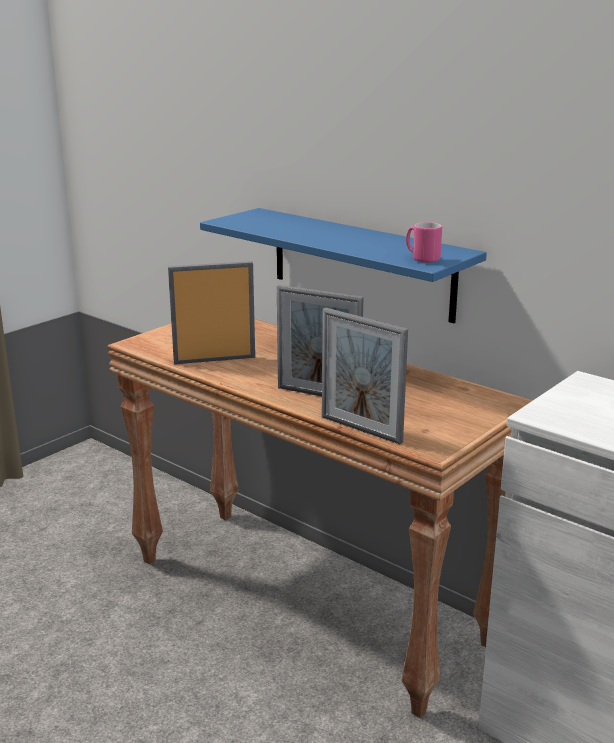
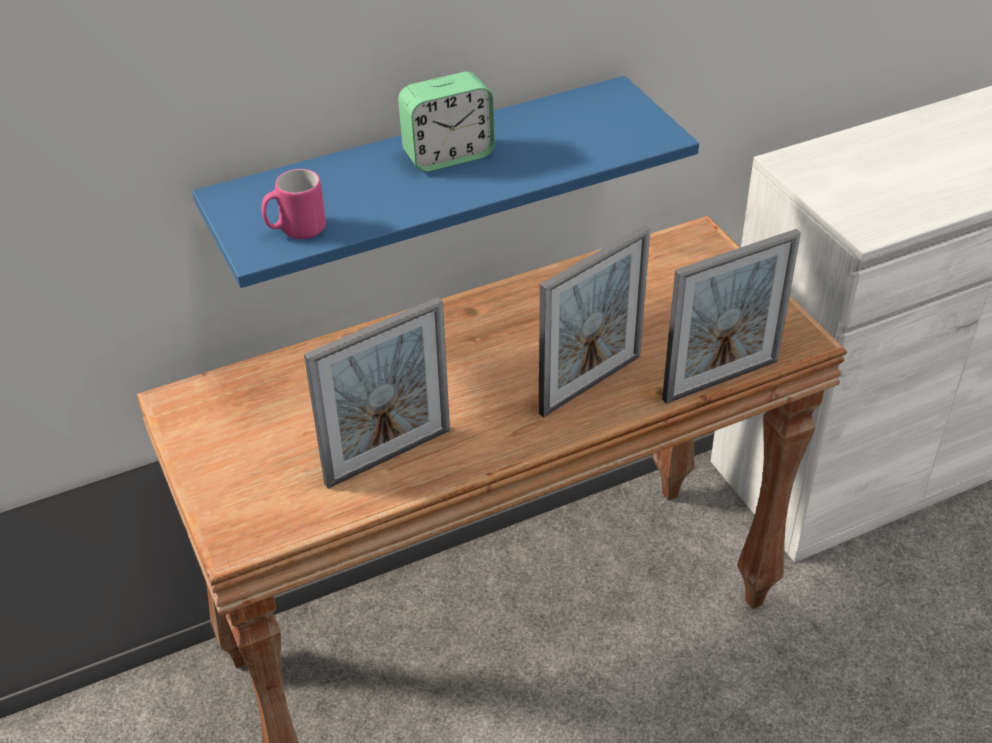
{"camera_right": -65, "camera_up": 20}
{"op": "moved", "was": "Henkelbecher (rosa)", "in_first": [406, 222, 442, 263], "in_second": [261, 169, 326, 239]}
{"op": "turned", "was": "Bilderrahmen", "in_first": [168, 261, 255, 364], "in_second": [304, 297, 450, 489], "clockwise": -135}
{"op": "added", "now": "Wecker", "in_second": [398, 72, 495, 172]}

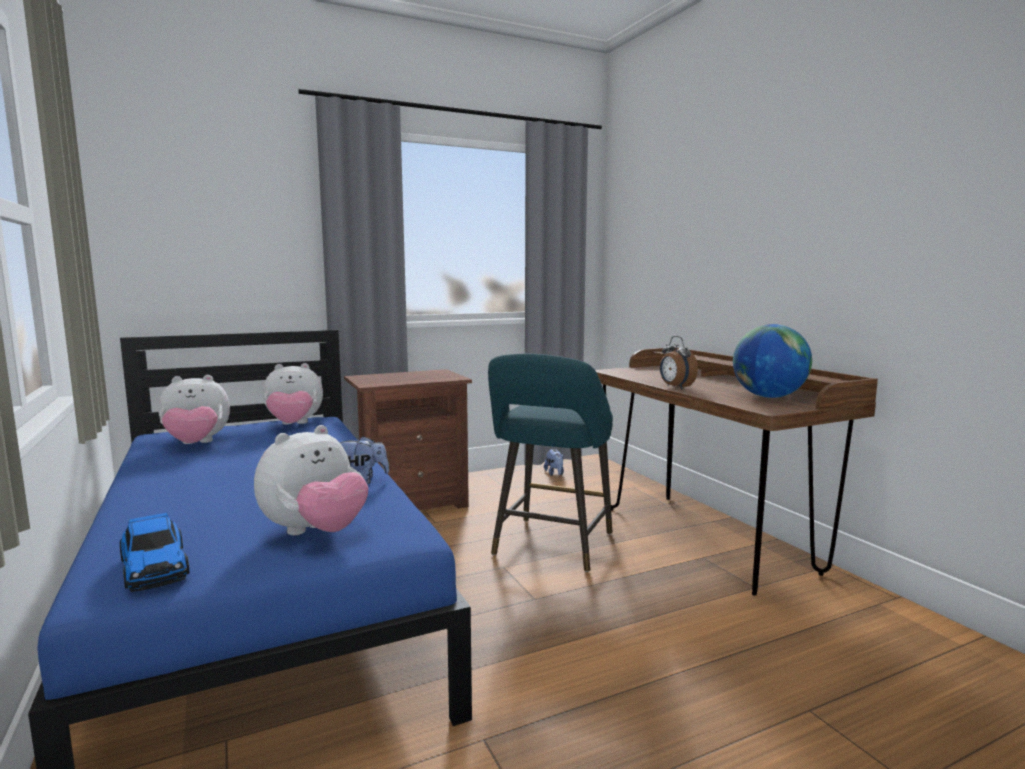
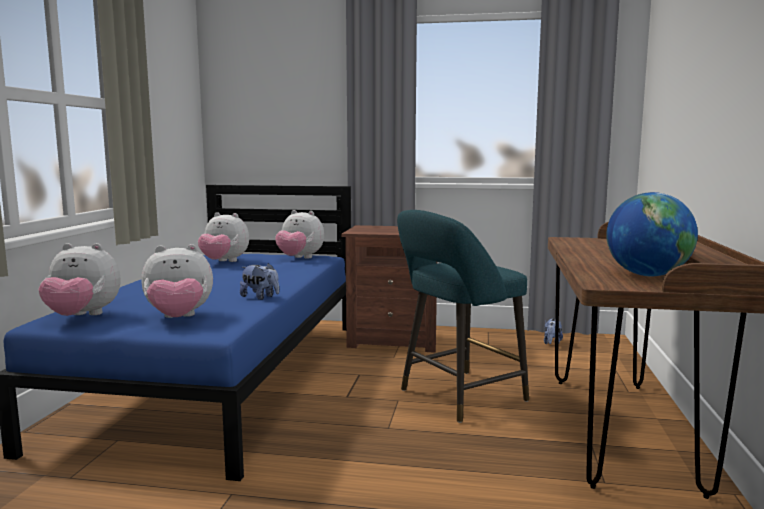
{"camera_right": 35, "camera_up": 0}
{"op": "replaced", "was": "Spielzeugauto", "now": "Plüschtier", "in_first": [120, 513, 190, 592], "in_second": [38, 243, 121, 316]}
{"op": "removed", "was": "Wecker", "in_first": [660, 336, 698, 389]}

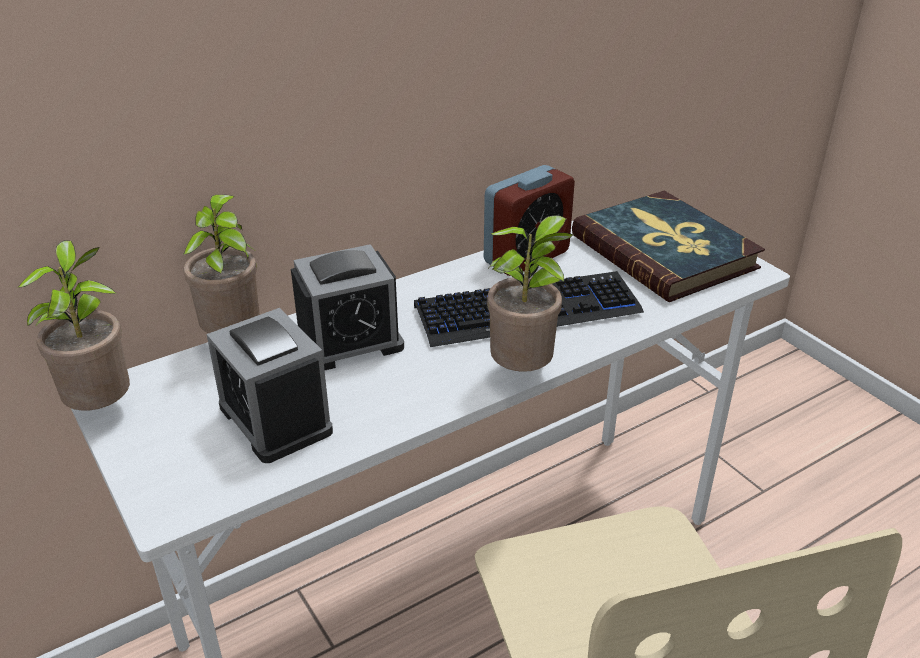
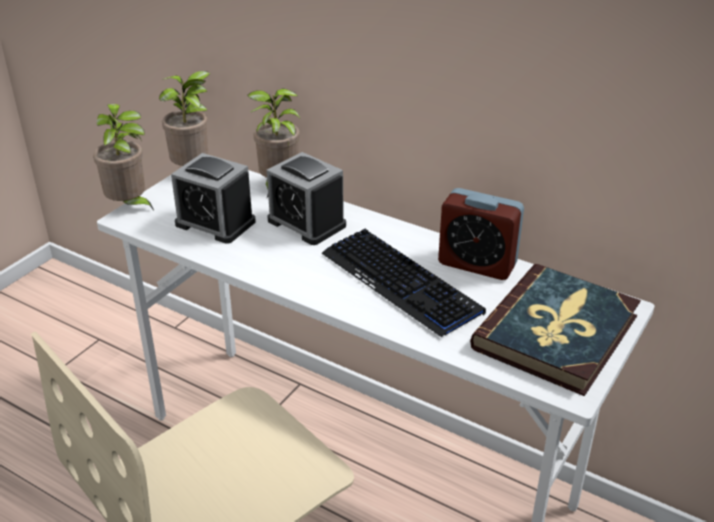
{"camera_right": 65, "camera_up": 0}
{"op": "moved", "was": "Topfpflanze", "in_first": [487, 215, 574, 372], "in_second": [93, 104, 154, 210]}
{"op": "turned", "was": "Wecker", "in_first": [207, 308, 333, 463], "in_second": [171, 153, 256, 244], "clockwise": -90}

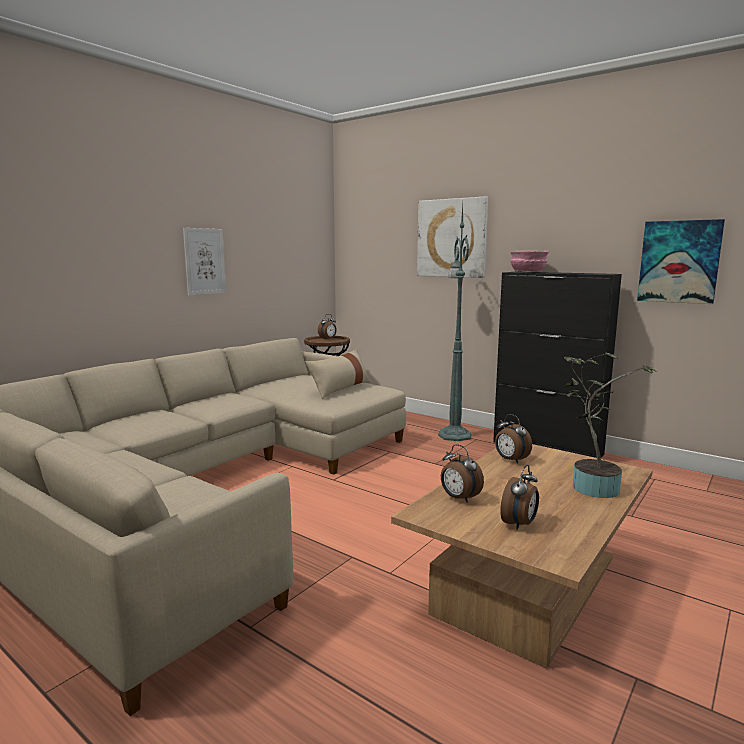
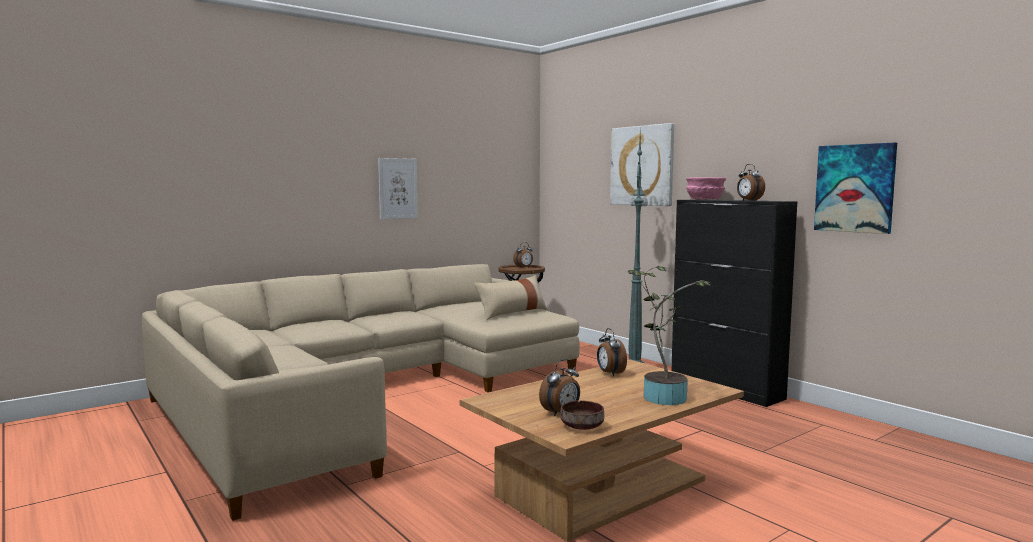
{"camera_right": 15, "camera_up": -5}
{"op": "added", "now": "Schüssel (braun)", "in_second": [560, 400, 604, 430]}
{"op": "moved", "was": "Wecker", "in_first": [441, 444, 484, 503], "in_second": [737, 164, 765, 201]}

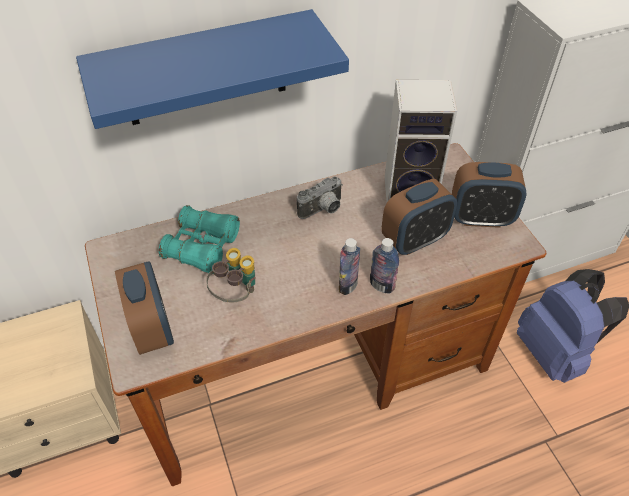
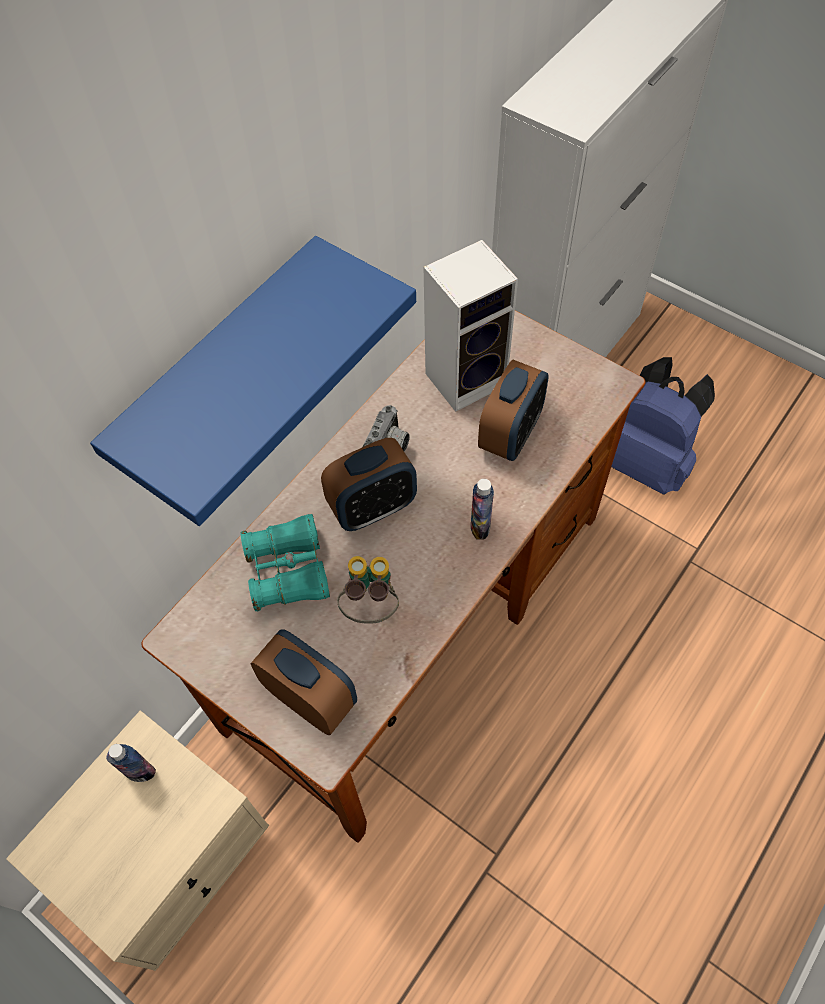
{"camera_right": -30, "camera_up": 10}
{"op": "moved", "was": "Flasche", "in_first": [370, 238, 399, 294], "in_second": [106, 744, 156, 782]}
{"op": "moved", "was": "Wecker", "in_first": [452, 162, 527, 228], "in_second": [321, 438, 417, 531]}

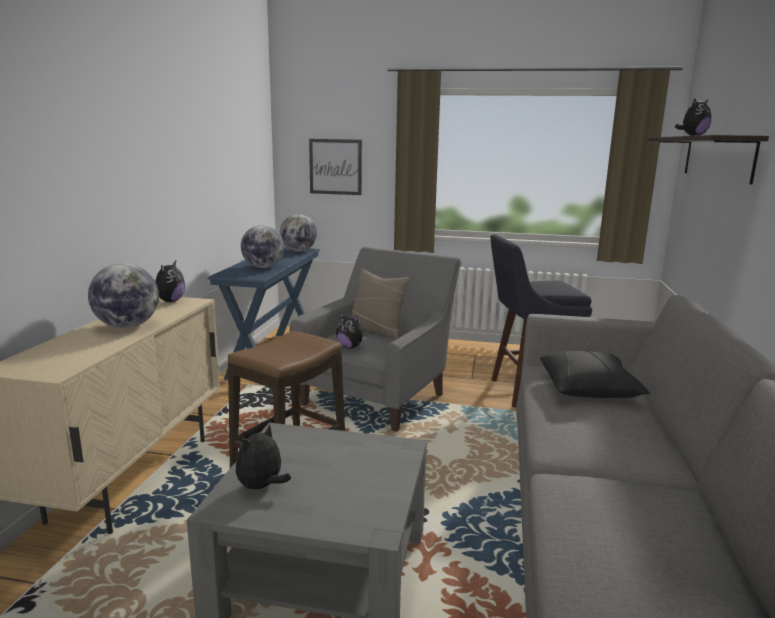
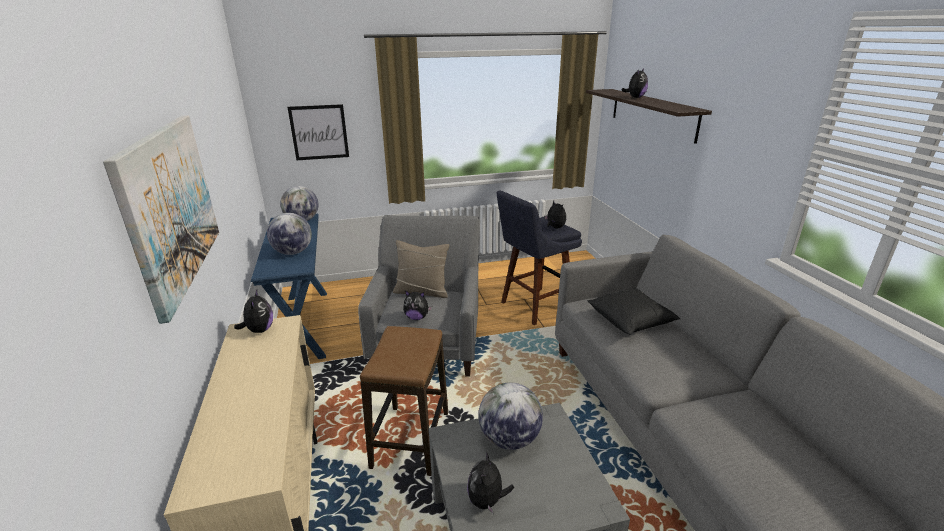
{"camera_right": -25, "camera_up": 10}
{"op": "added", "now": "Bild", "in_second": [103, 115, 219, 324]}
{"op": "moved", "was": "Globus", "in_first": [88, 263, 159, 328], "in_second": [478, 382, 543, 450]}
{"op": "added", "now": "Plüschtier", "in_second": [544, 201, 566, 228]}

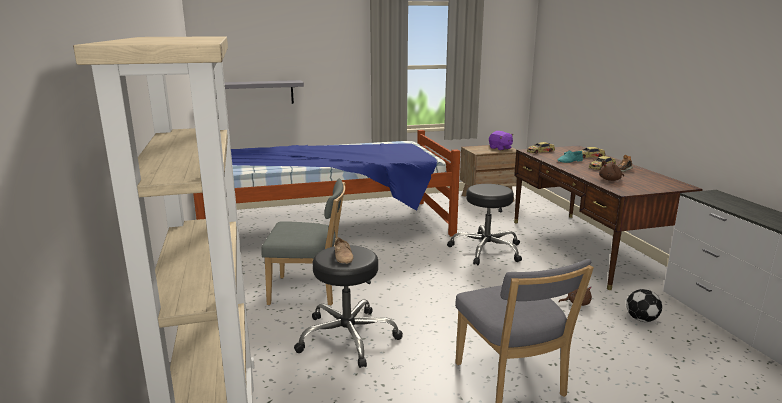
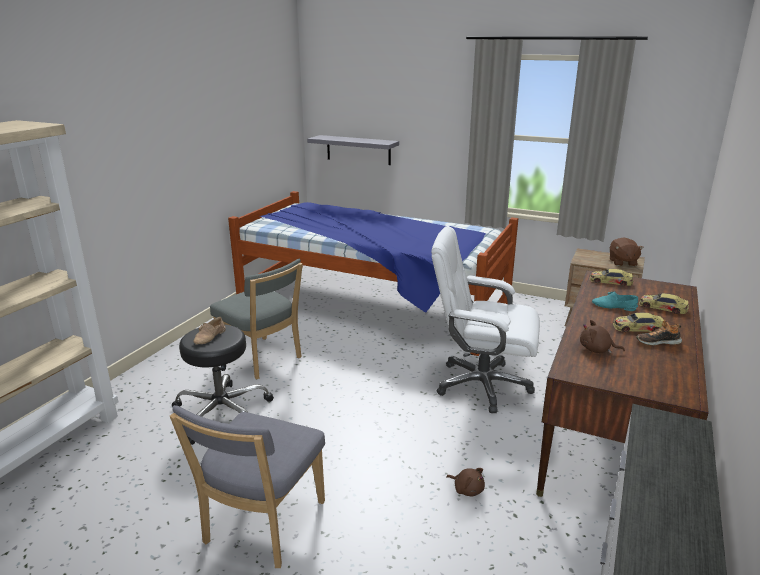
{"camera_right": 40, "camera_up": 5}
{"op": "replaced", "was": "Hocker (schwarz)", "now": "Bürostuhl (weiß)", "in_first": [447, 184, 522, 265], "in_second": [431, 226, 540, 413]}
{"op": "recoloured", "was": "Plüschtier (lila)", "now": "Plüschtier (braun)", "in_first": [489, 131, 513, 151], "in_second": [610, 238, 644, 266]}
{"op": "removed", "was": "Fußball", "in_first": [626, 289, 662, 322]}

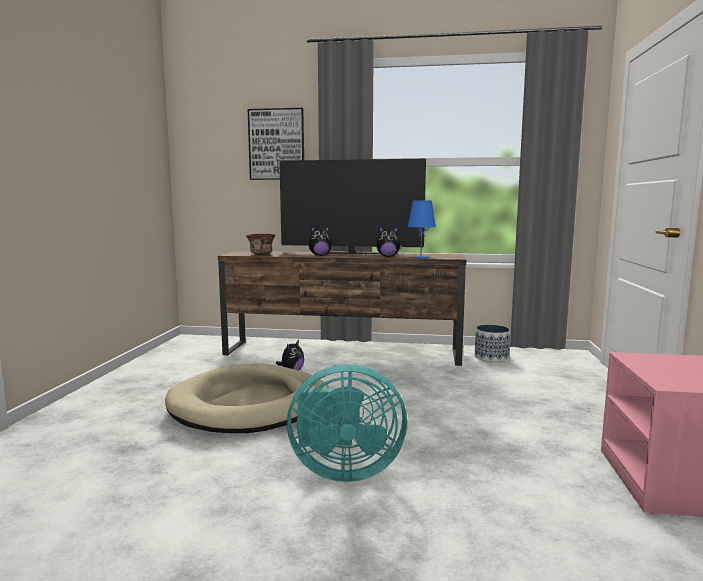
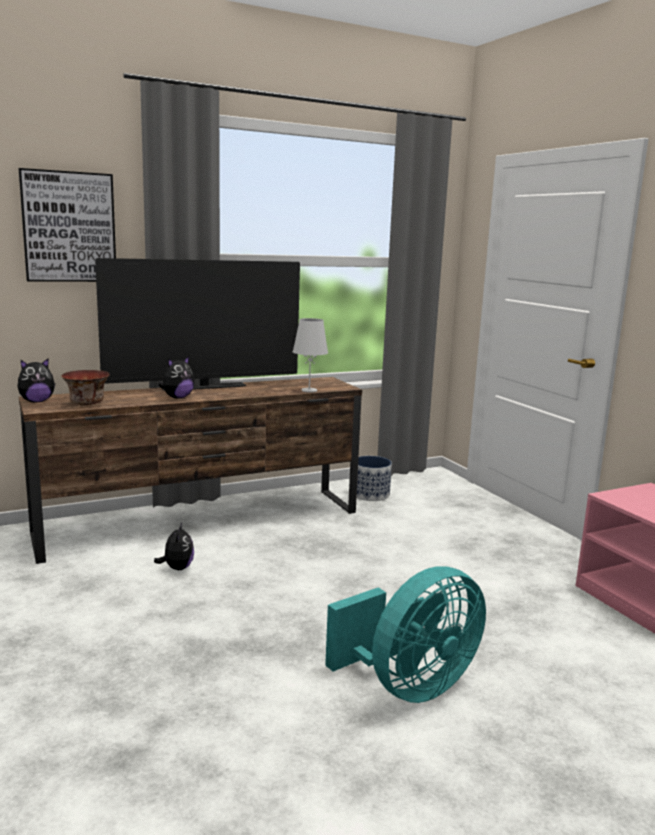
{"camera_right": -35, "camera_up": 5}
{"op": "moved", "was": "Plüschtier", "in_first": [376, 226, 402, 257], "in_second": [18, 359, 55, 402]}
{"op": "recoloured", "was": "Tischlampe (blau)", "now": "Tischlampe (weiß)", "in_first": [407, 200, 436, 259], "in_second": [293, 318, 328, 392]}
{"op": "removed", "was": "Hundebett (beige)", "in_first": [165, 363, 330, 433]}

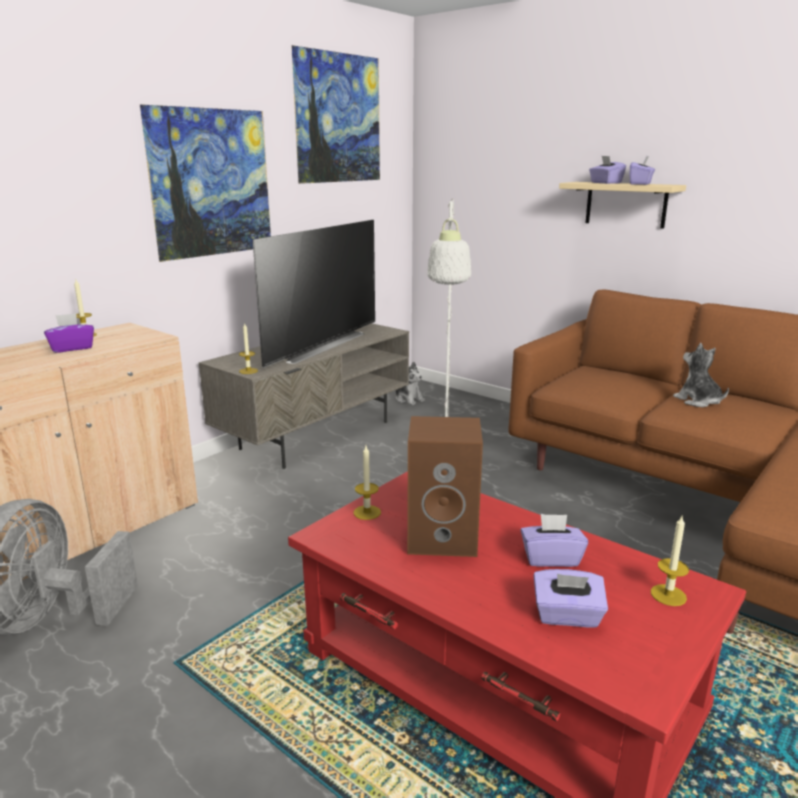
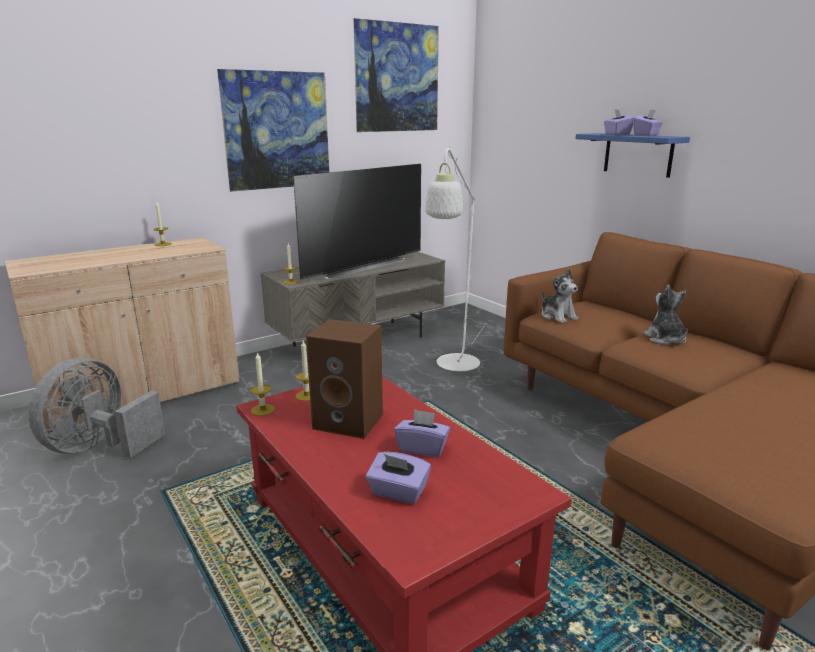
{"camera_right": 15, "camera_up": 0}
{"op": "moved", "was": "Kerze", "in_first": [651, 516, 689, 606], "in_second": [251, 352, 275, 416]}
{"op": "moved", "was": "Plüschtier", "in_first": [395, 361, 425, 405], "in_second": [541, 269, 579, 323]}
{"op": "recoloured", "was": "Wandregal (beige)", "now": "Wandregal (blau)", "in_first": [559, 182, 686, 229], "in_second": [576, 133, 690, 178]}
{"op": "removed", "was": "Taschentuchbox (lila)", "in_first": [44, 313, 94, 353]}

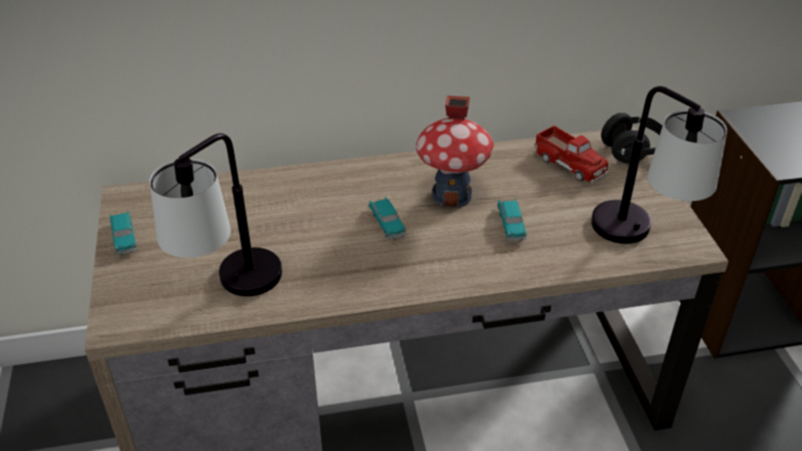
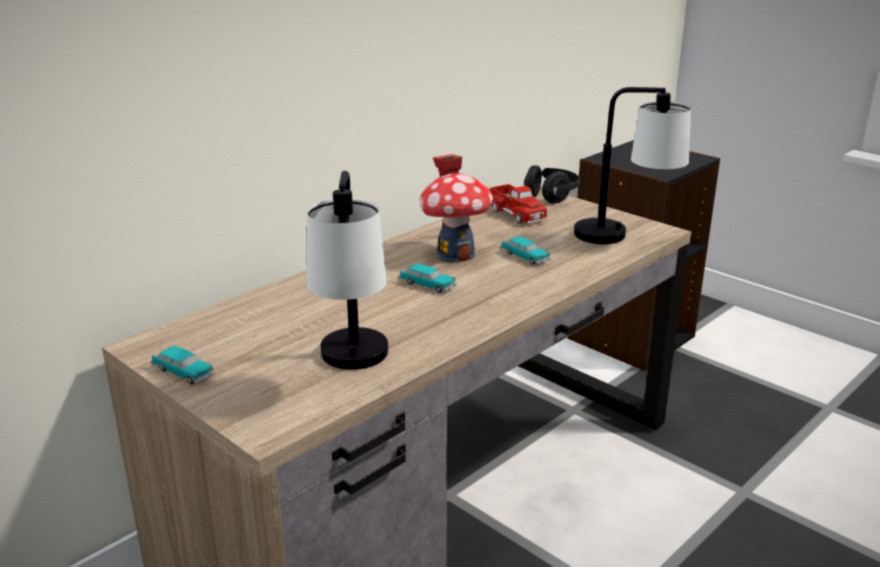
{"camera_right": -35, "camera_up": -15}
{"op": "turned", "was": "Spielzeuglaster", "in_first": [534, 125, 610, 183], "in_second": [490, 184, 548, 224], "clockwise": 45}

